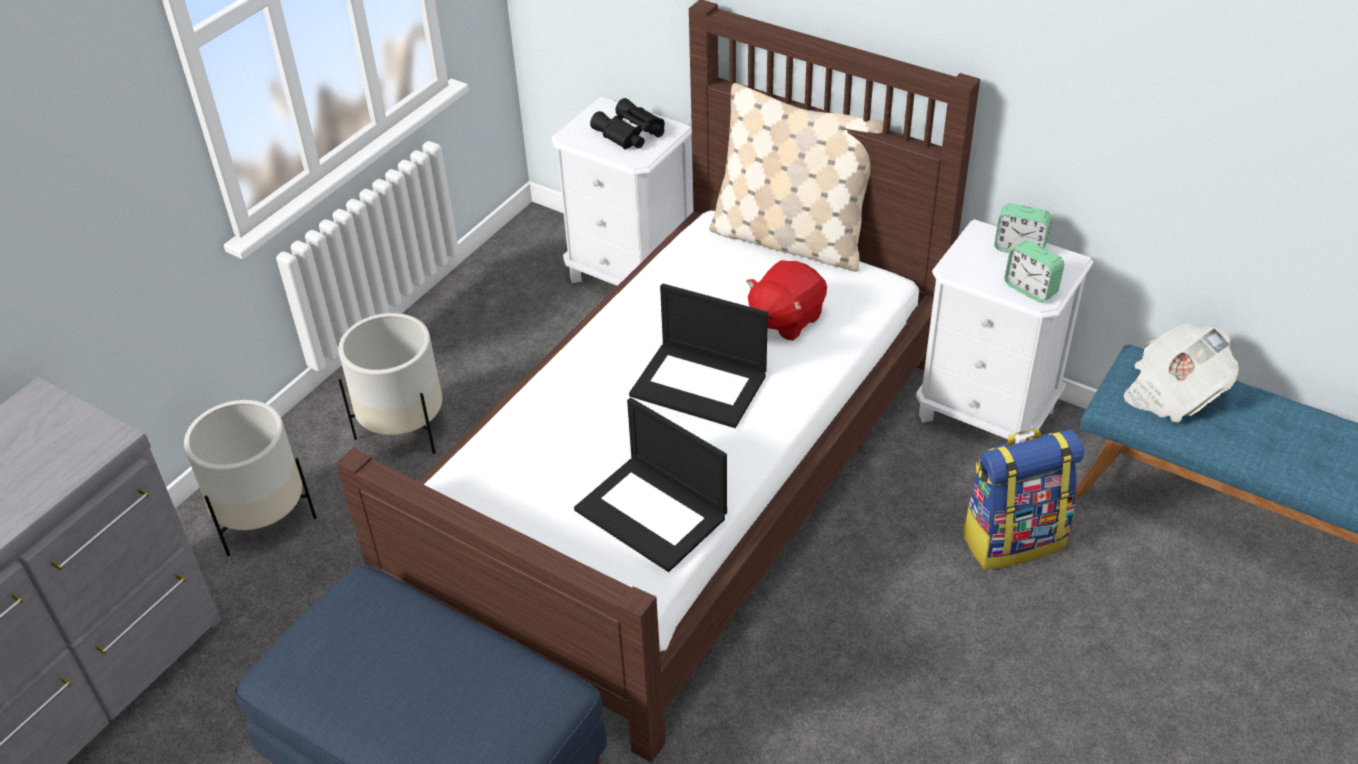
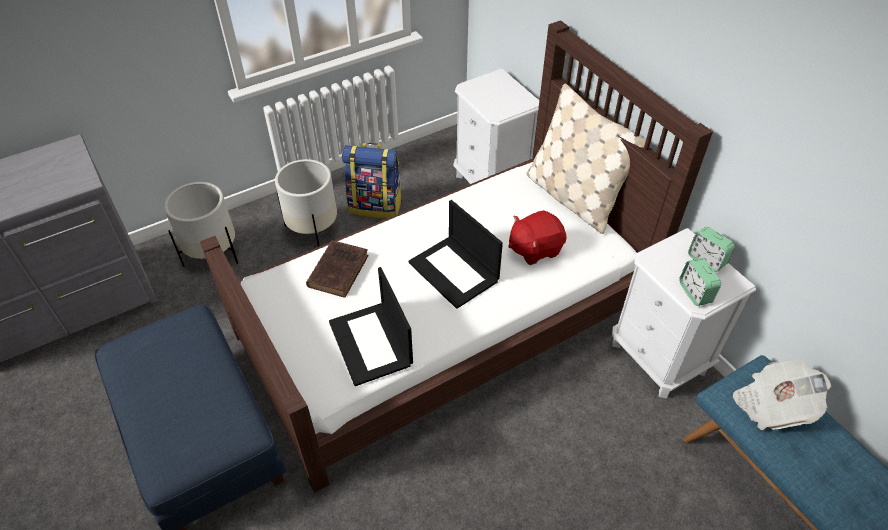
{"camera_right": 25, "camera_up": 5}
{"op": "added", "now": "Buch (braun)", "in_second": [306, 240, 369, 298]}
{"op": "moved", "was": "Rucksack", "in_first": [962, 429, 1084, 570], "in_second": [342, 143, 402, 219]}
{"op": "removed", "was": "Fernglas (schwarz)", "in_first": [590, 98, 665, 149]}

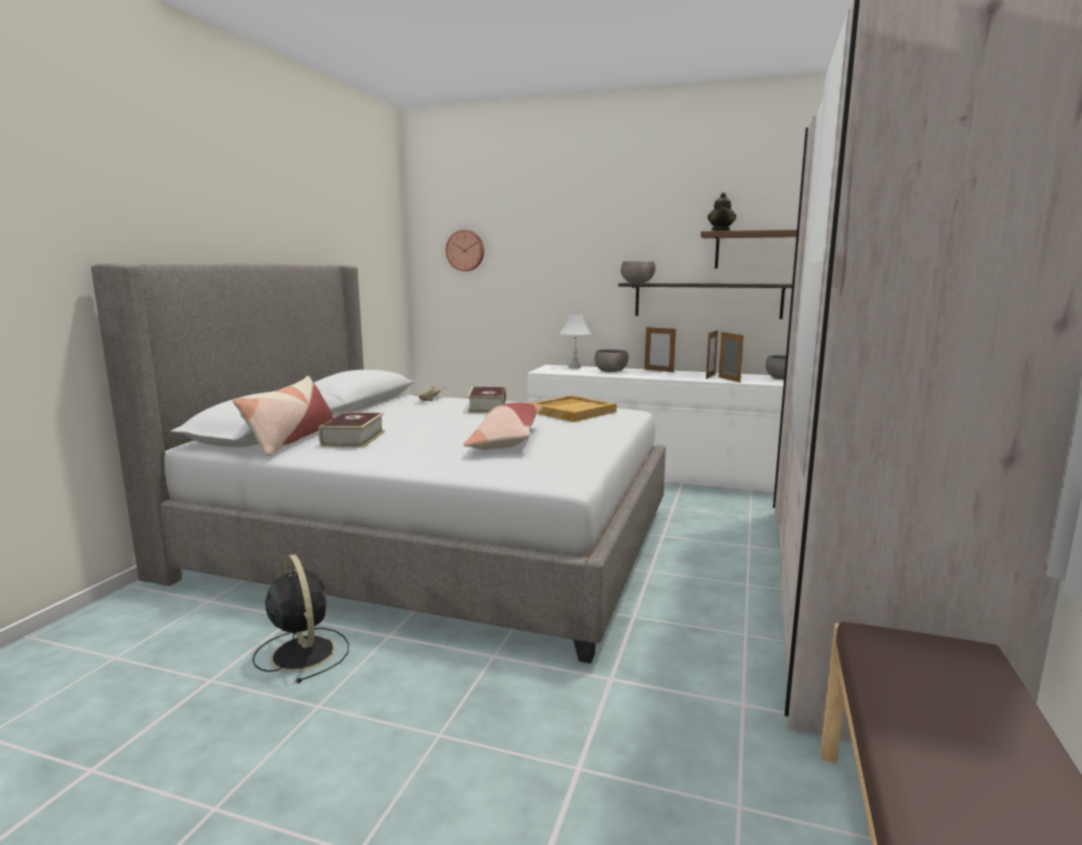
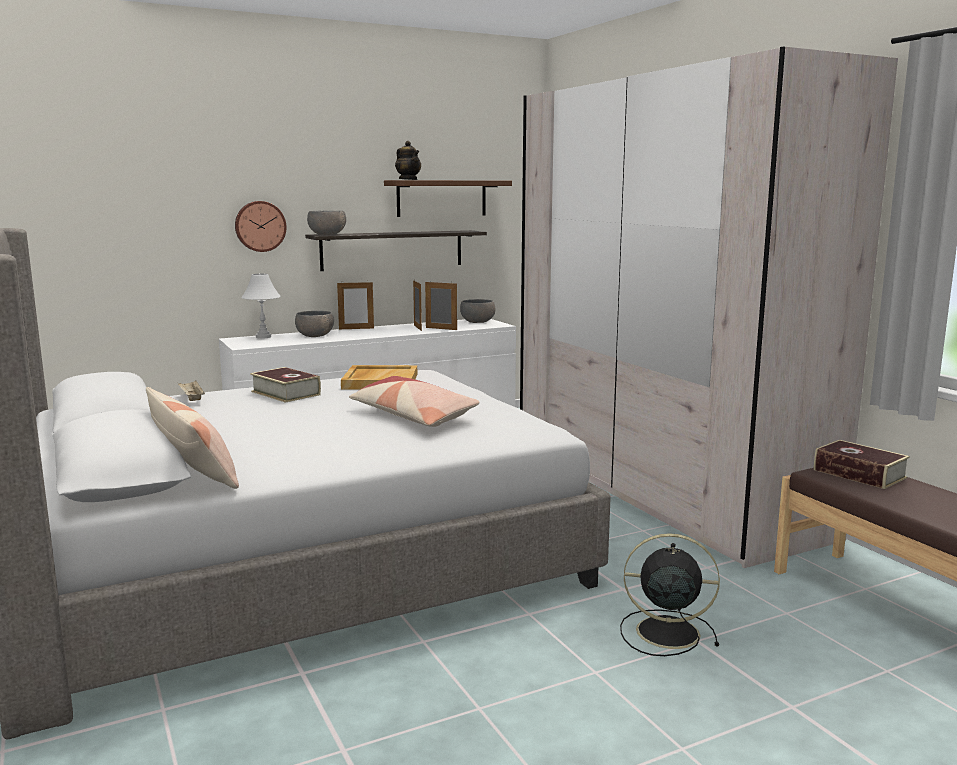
{"camera_right": -45, "camera_up": 0}
{"op": "moved", "was": "Wanduhr", "in_first": [446, 230, 484, 271], "in_second": [235, 201, 286, 252]}
{"op": "moved", "was": "Ventilator (schwarz)", "in_first": [253, 554, 349, 683], "in_second": [620, 533, 720, 656]}
{"op": "moved", "was": "Buch", "in_first": [319, 412, 385, 448], "in_second": [814, 440, 910, 489]}

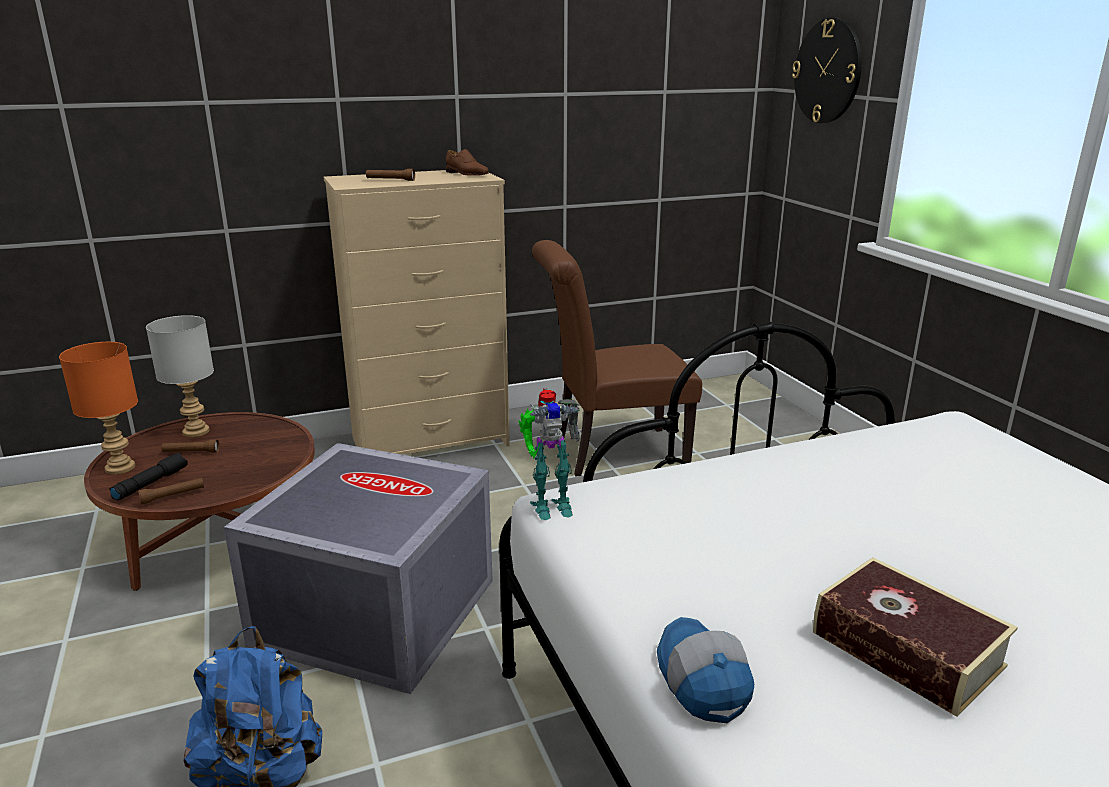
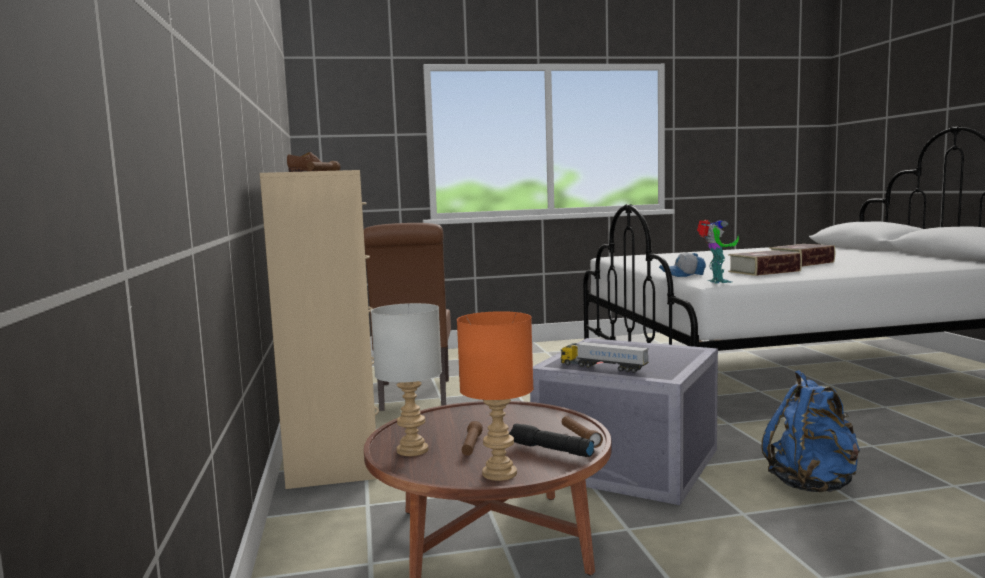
{"camera_right": -80, "camera_up": -15}
{"op": "added", "now": "Spielzeuglaster", "in_second": [561, 342, 649, 373]}
{"op": "moved", "was": "Kappe", "in_first": [657, 617, 754, 723], "in_second": [659, 252, 706, 277]}
{"op": "added", "now": "Buch", "in_second": [728, 250, 802, 276]}
{"op": "removed", "was": "Wanduhr", "in_first": [792, 18, 862, 123]}

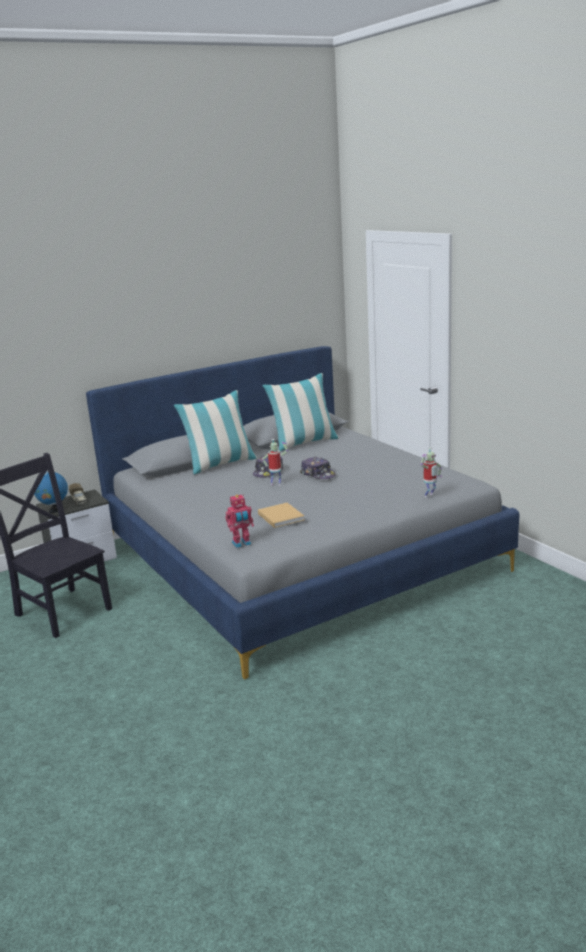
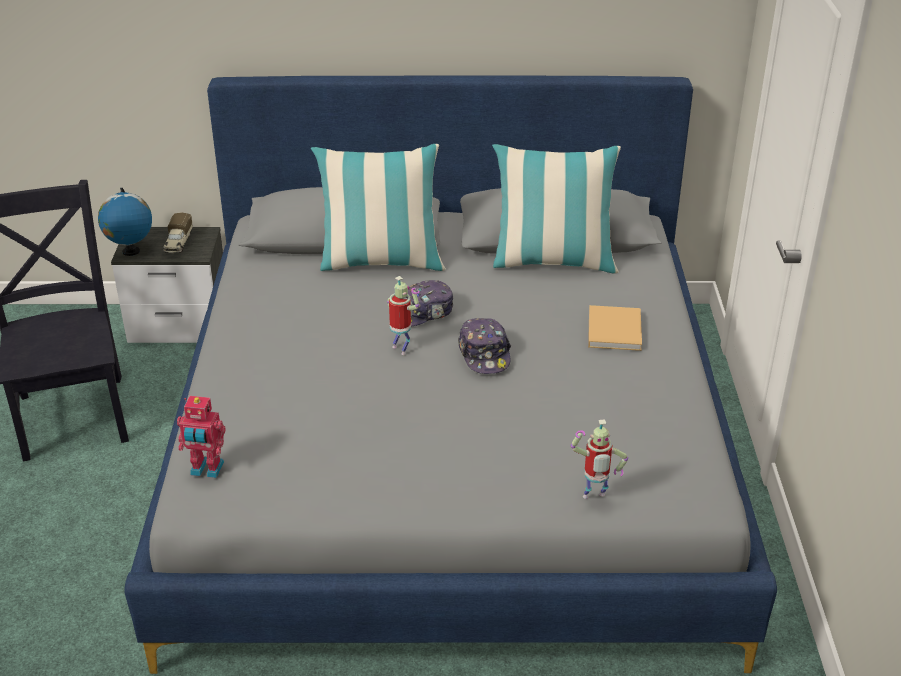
{"camera_right": 30, "camera_up": 15}
{"op": "moved", "was": "Buch (beige)", "in_first": [258, 503, 304, 528], "in_second": [588, 305, 642, 351]}

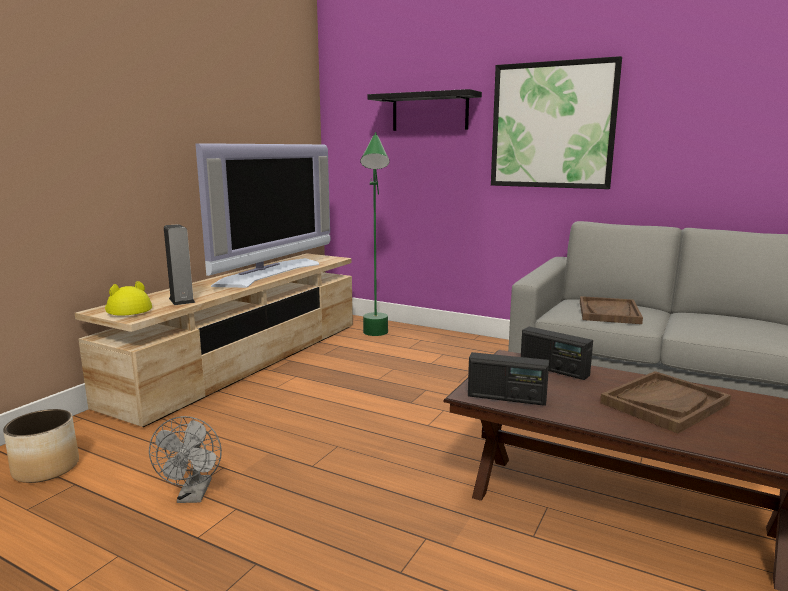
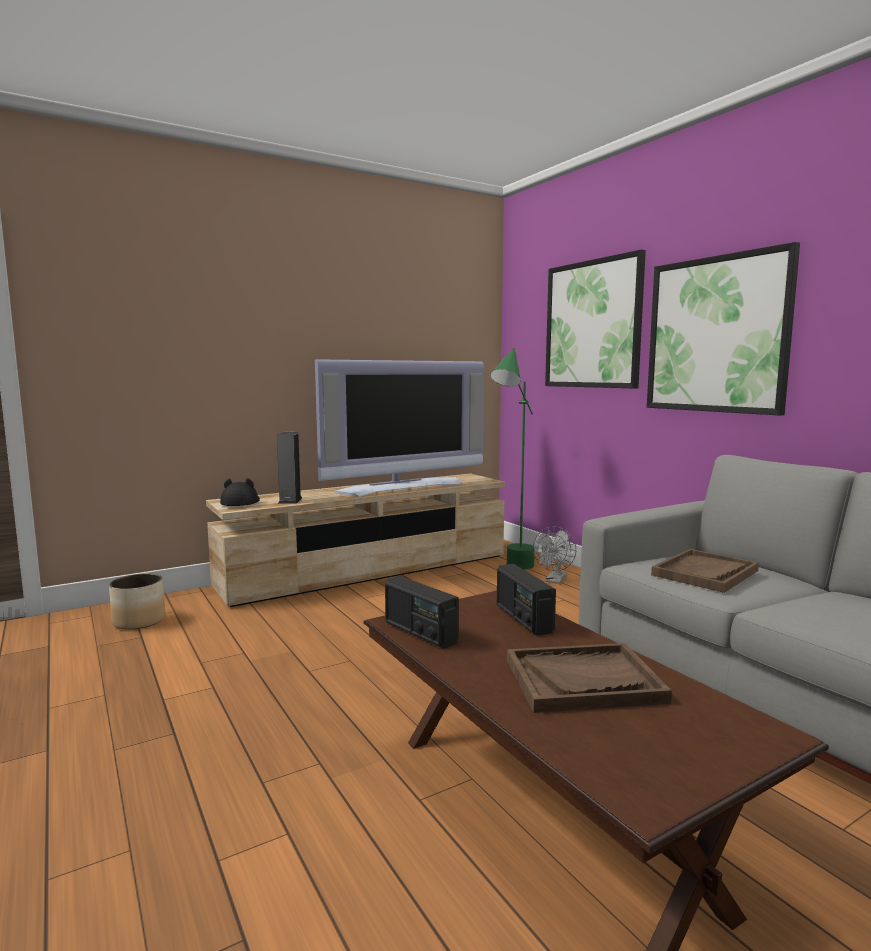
{"camera_right": 30, "camera_up": -5}
{"op": "recoloured", "was": "Hut (gelb)", "now": "Hut (schwarz)", "in_first": [105, 281, 152, 316], "in_second": [220, 478, 260, 506]}
{"op": "moved", "was": "Ventilator (grau)", "in_first": [149, 416, 222, 503], "in_second": [533, 527, 576, 584]}
{"op": "replaced", "was": "Wandregal (schwarz)", "now": "Bild", "in_first": [367, 89, 482, 131], "in_second": [545, 250, 646, 388]}

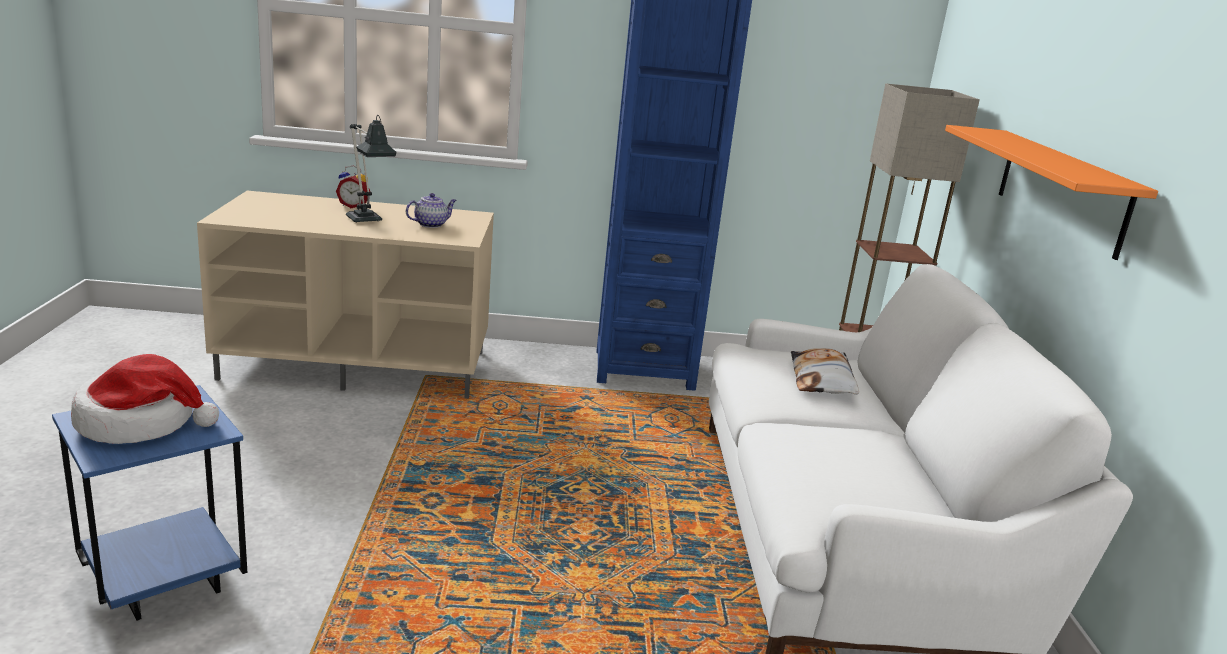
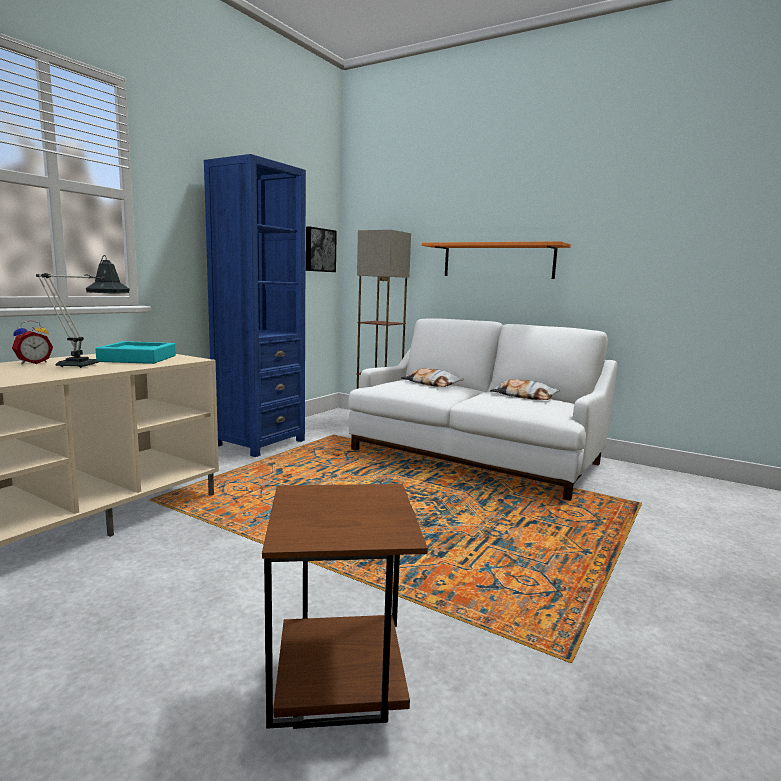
{"camera_right": -55, "camera_up": -10}
{"op": "replaced", "was": "Teekanne", "now": "Tablett (türkis)", "in_first": [406, 193, 457, 228], "in_second": [95, 341, 176, 364]}
{"op": "recoloured", "was": "Beistelltisch (blau)", "now": "Beistelltisch (braun)", "in_first": [52, 385, 248, 621], "in_second": [262, 484, 428, 729]}
{"op": "added", "now": "Bild", "in_second": [306, 227, 337, 272]}
{"op": "added", "now": "Kissen", "in_second": [490, 379, 560, 400]}
{"op": "removed", "was": "Hut", "in_first": [71, 354, 219, 444]}

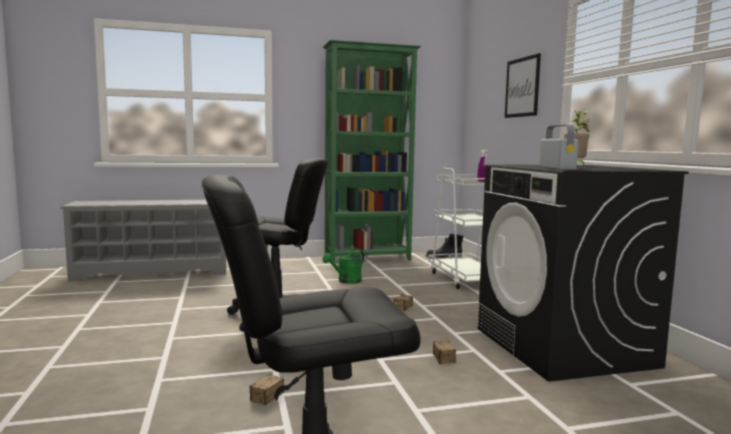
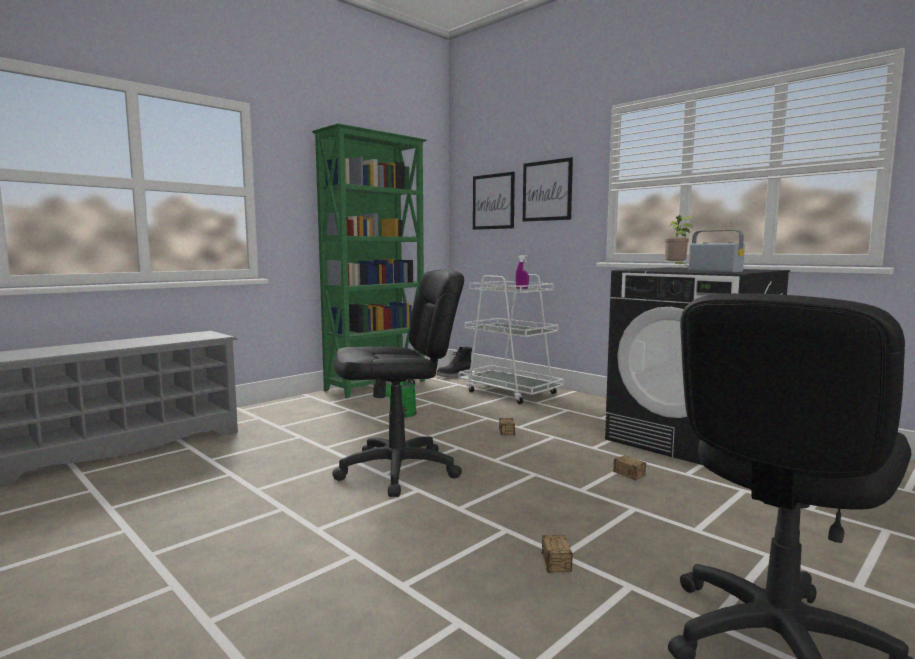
{"camera_right": -30, "camera_up": 0}
{"op": "added", "now": "Bild", "in_second": [473, 172, 515, 230]}

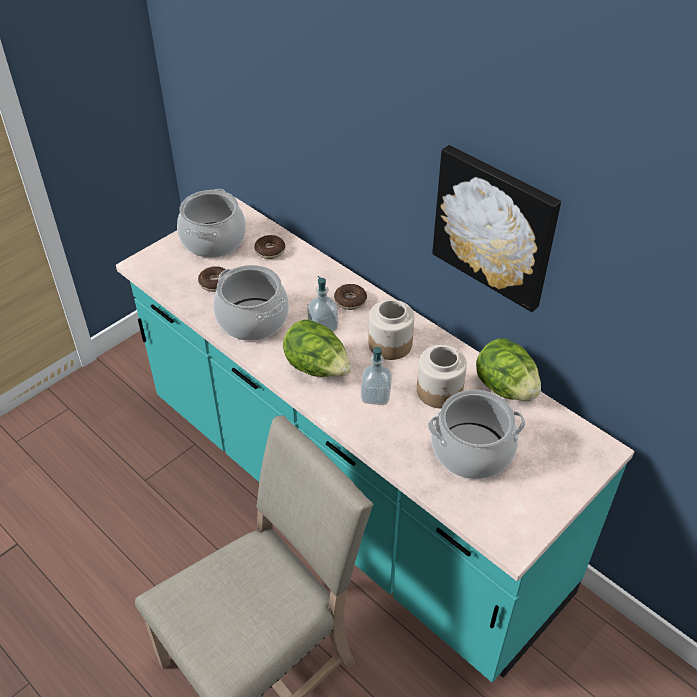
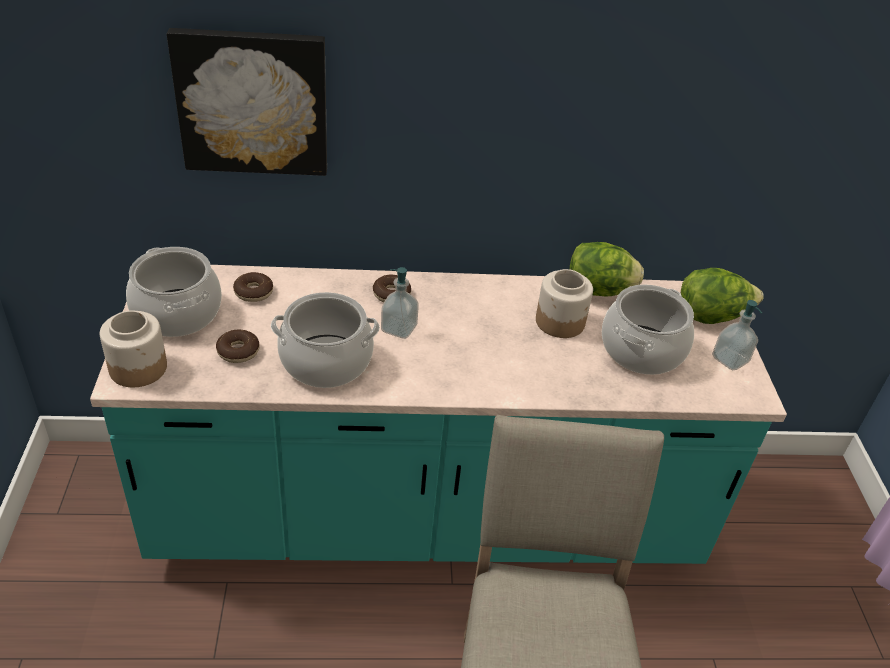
{"camera_right": -50, "camera_up": -5}
{"op": "moved", "was": "Vorratsglas", "in_first": [368, 300, 414, 360], "in_second": [100, 310, 167, 387]}
{"op": "moved", "was": "Bild", "in_first": [432, 145, 561, 312], "in_second": [167, 28, 327, 176]}
{"op": "moved", "was": "Salatkopf", "in_first": [283, 319, 351, 377], "in_second": [681, 268, 764, 324]}
{"op": "moved", "was": "Seifenspender", "in_first": [361, 347, 392, 405], "in_second": [712, 300, 762, 371]}

